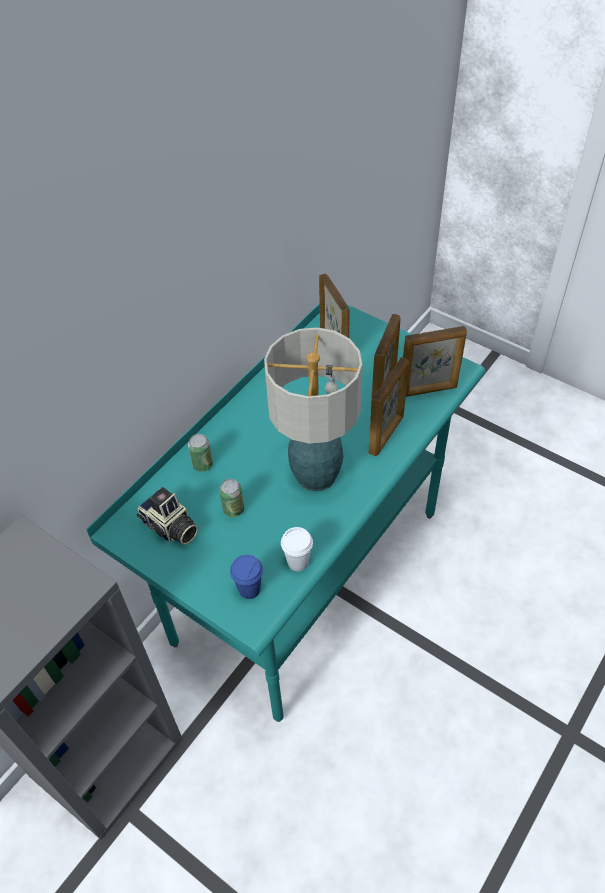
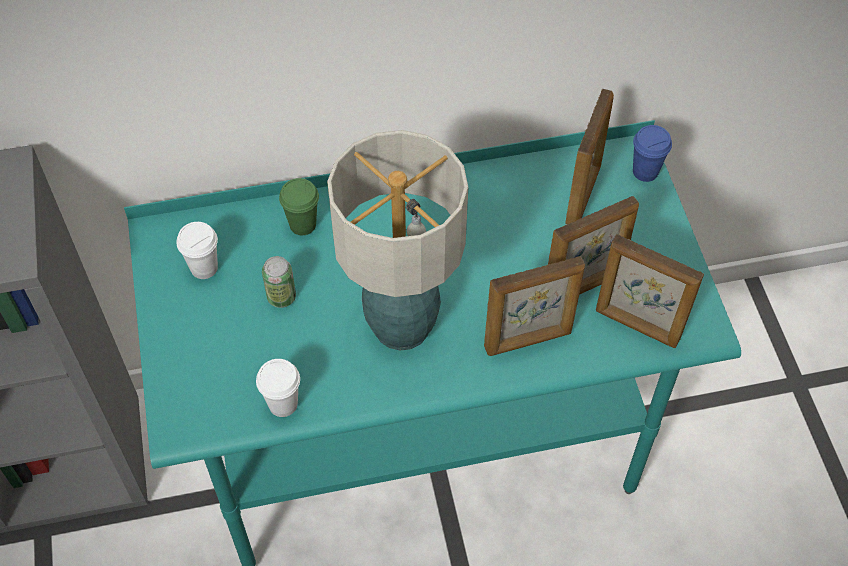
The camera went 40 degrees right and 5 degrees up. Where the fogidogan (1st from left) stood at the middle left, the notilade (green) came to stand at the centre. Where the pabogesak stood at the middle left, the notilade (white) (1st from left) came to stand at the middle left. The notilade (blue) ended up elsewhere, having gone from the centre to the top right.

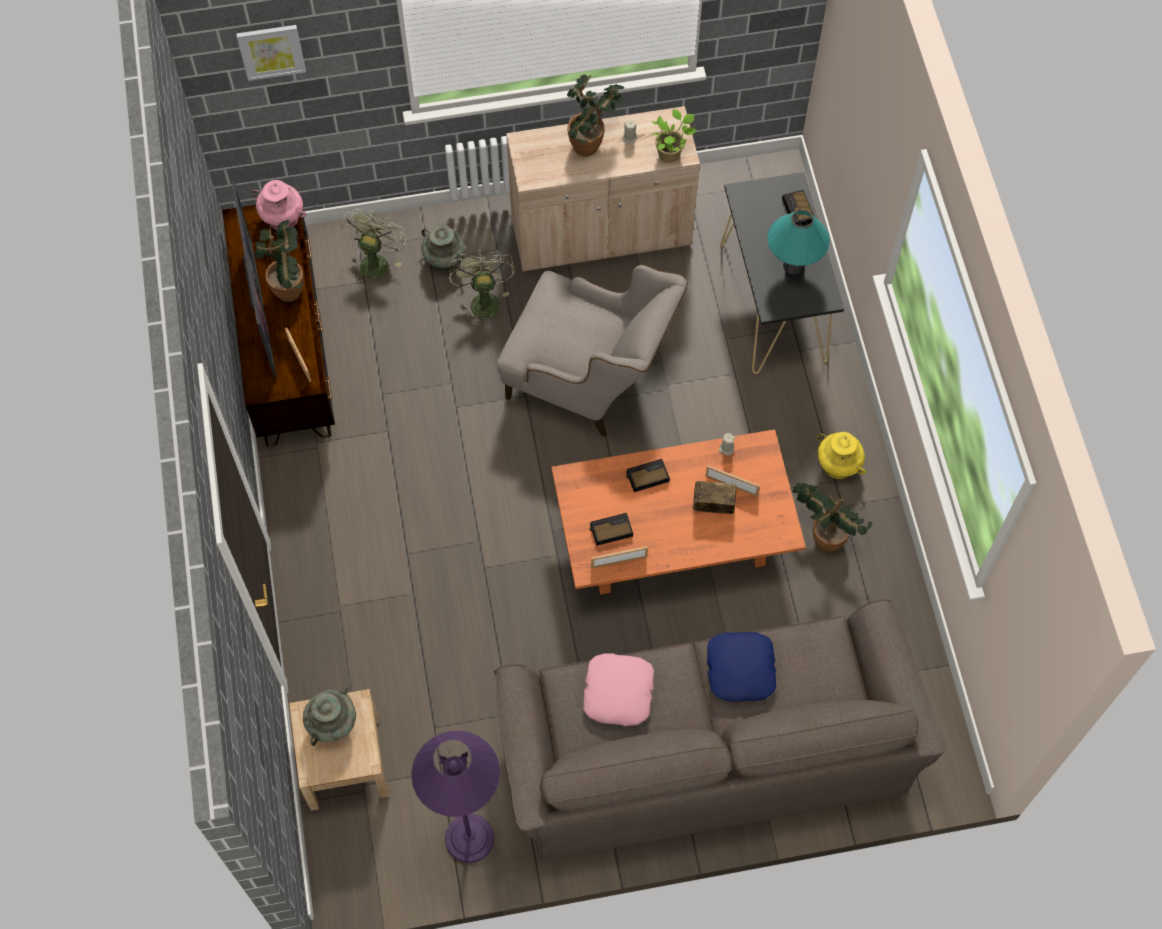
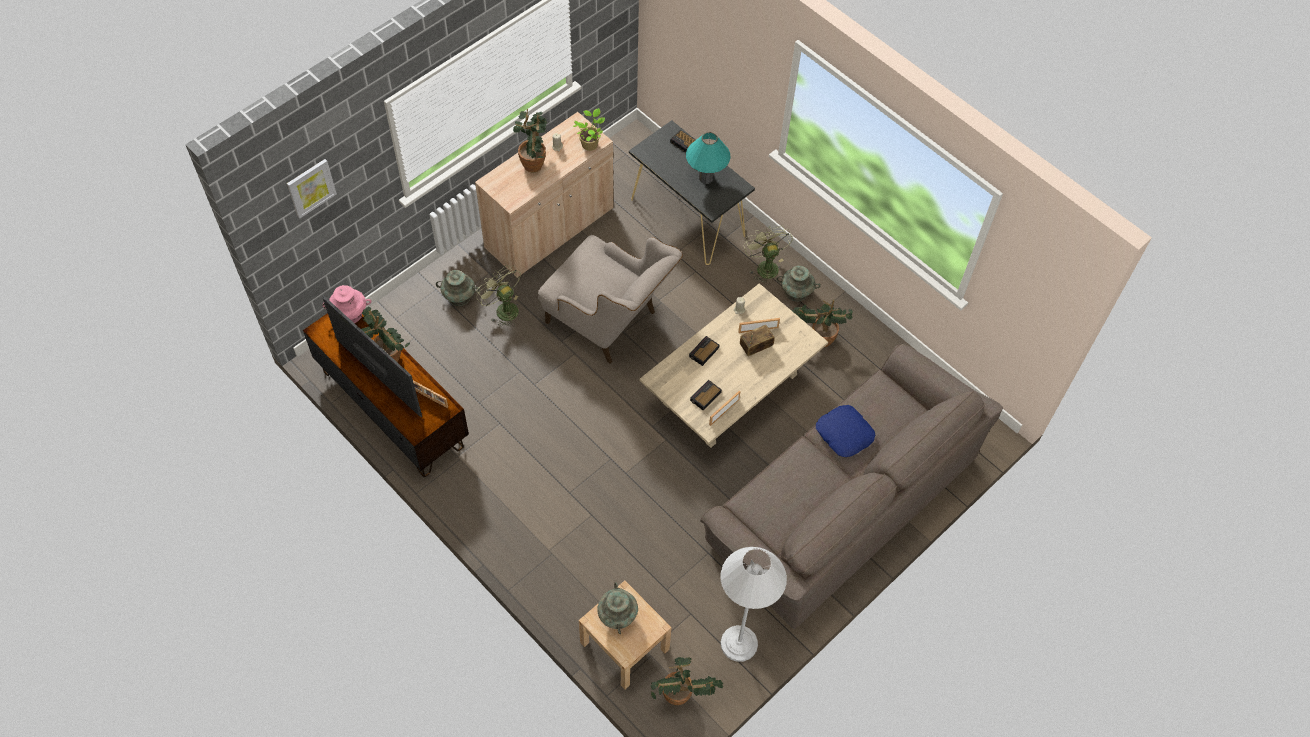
The camera went 35 degrees left and 5 degrees down. The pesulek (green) (1st from left in the first image) ended up elsewhere, having gone from the top left to the centre. The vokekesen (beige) at the centre ended up facing another way, 45 degrees clockwise from before. What was the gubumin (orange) at the centre turned into the gubumin (beige) at the centre. What was the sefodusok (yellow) at the middle right turned into the sefodusok (turquoise) (3rd from left) at the centre. The second view lost the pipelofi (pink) at the bottom centre. What was the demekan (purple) at the bottom centre turned into the demekan (white) at the bottom centre. The second view gained the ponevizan (4th from left) at the bottom centre.

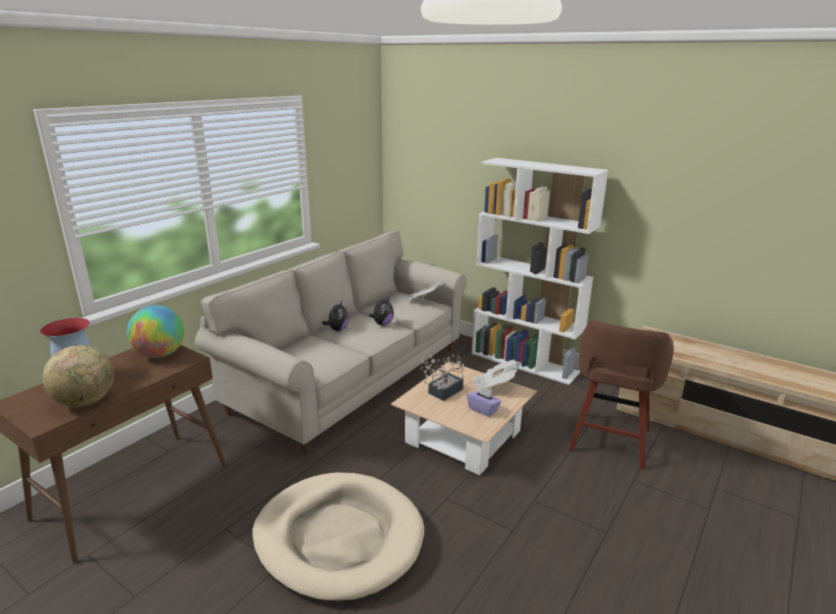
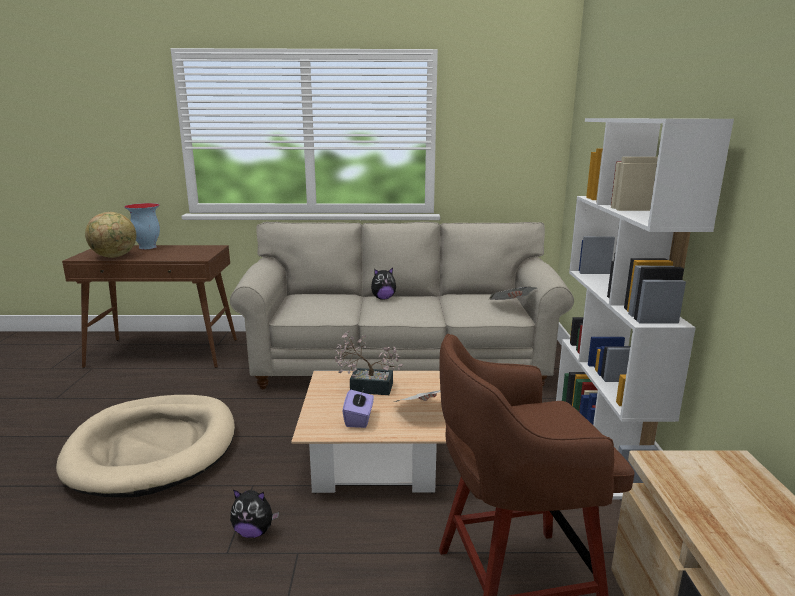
The camera went 55 degrees right and 5 degrees down. The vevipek (2nd from left in the first image) ended up elsewhere, having gone from the centre to the bottom left. The second view lost the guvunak (2nd from left) at the middle left.

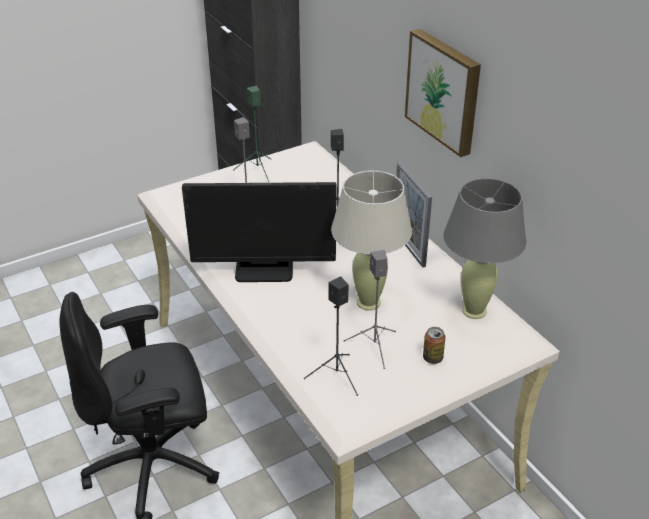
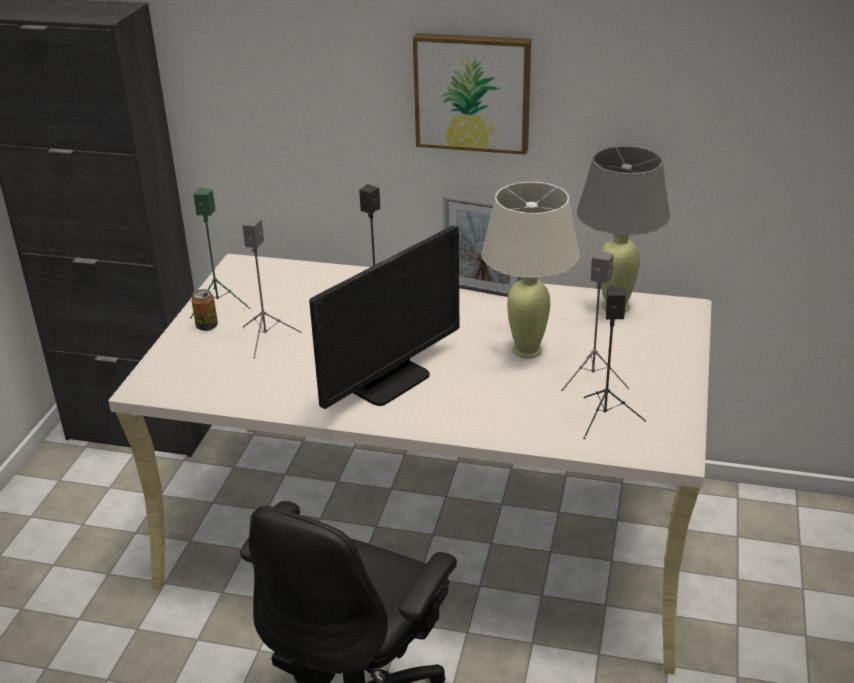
The camera went 45 degrees left and 5 degrees down. The fogidogan ended up elsewhere, having gone from the middle right to the middle left.

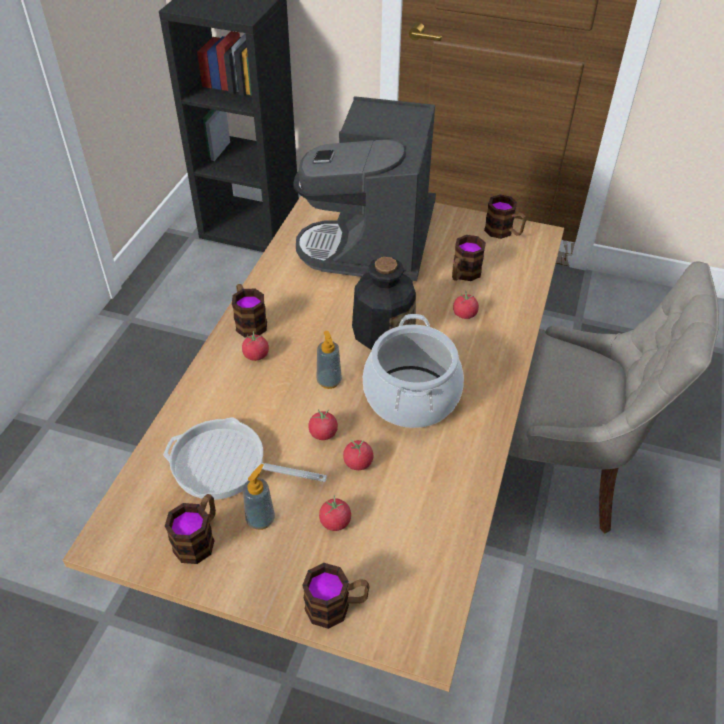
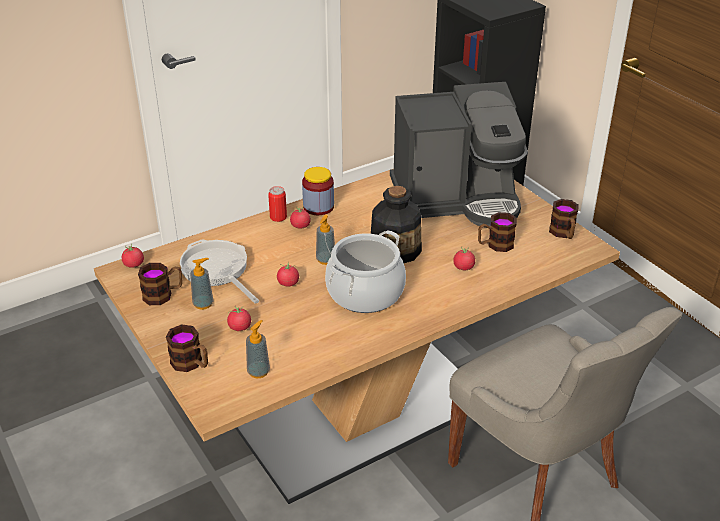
The camera went 40 degrees right and 10 degrees down. The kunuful at the top centre ended up facing another way, 150 degrees counterclockwise from before. Where the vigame (2nd from left) stood at the centre, the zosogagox came to stand at the centre. The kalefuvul (4th from left in the first image) ended up elsewhere, having gone from the centre to the middle left. The second view gained the fogidogan at the centre. The second view gained the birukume (2nd from left) at the bottom centre.

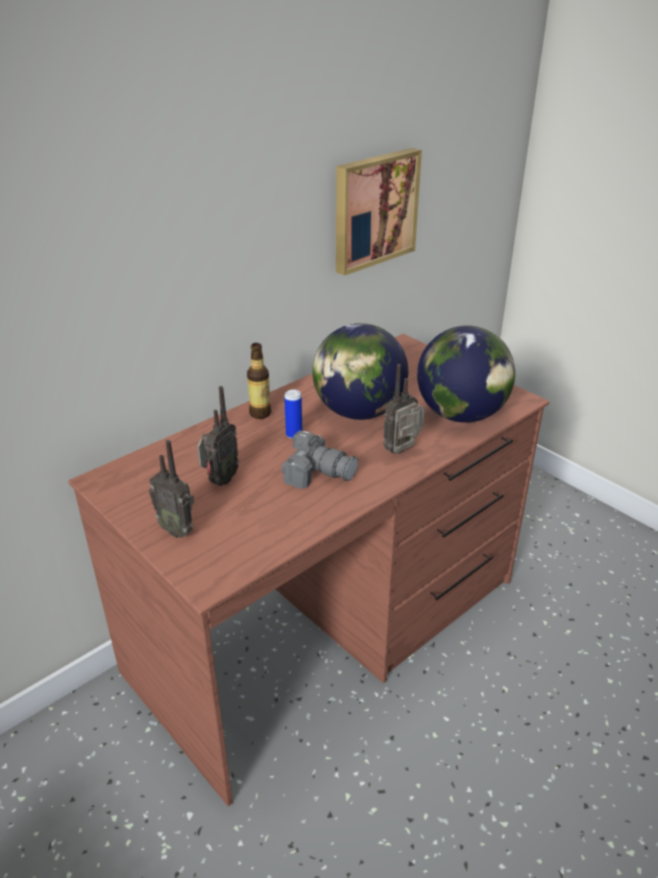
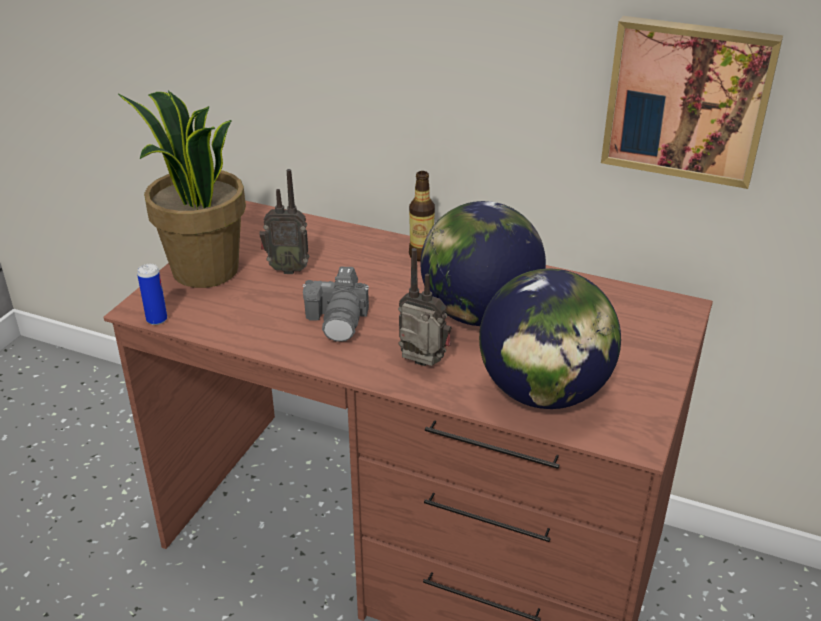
The camera went 65 degrees right and 0 degrees up. The fogidogan ended up elsewhere, having gone from the centre to the middle left. Where the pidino (1st from left) stood at the middle left, the ponevizan came to stand at the top left.

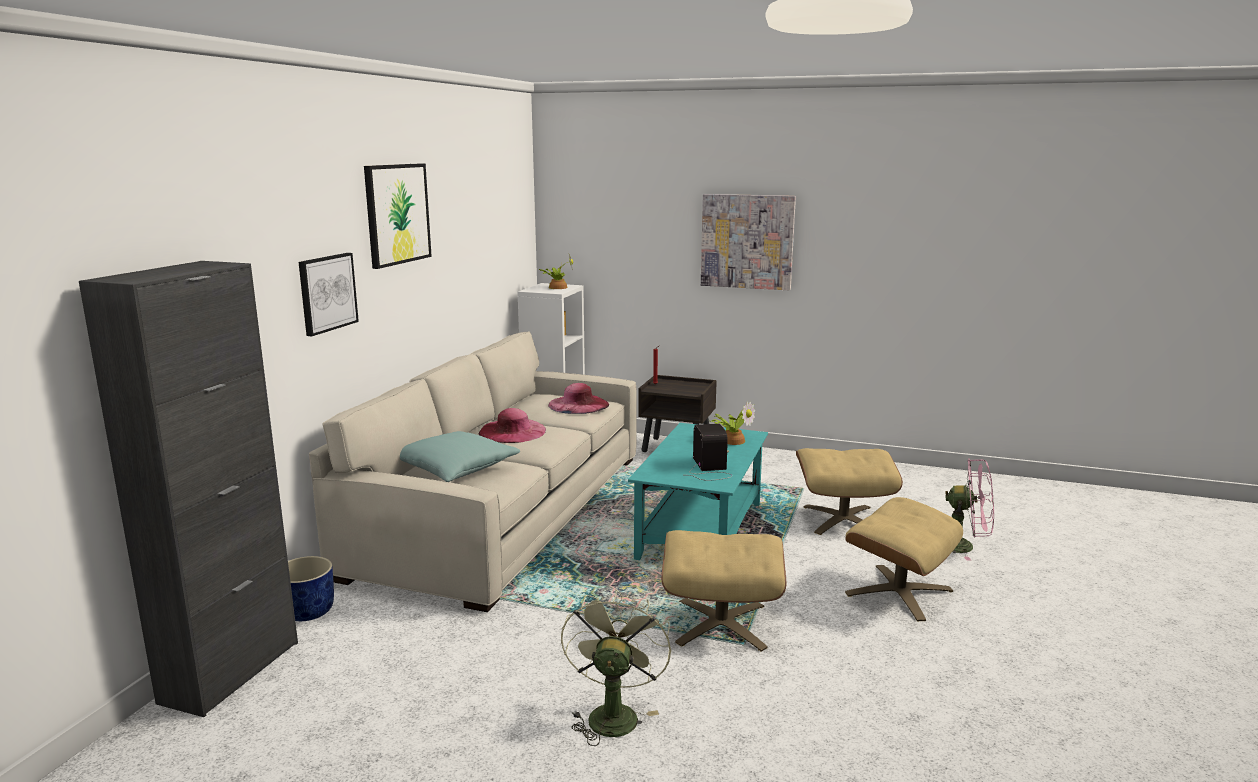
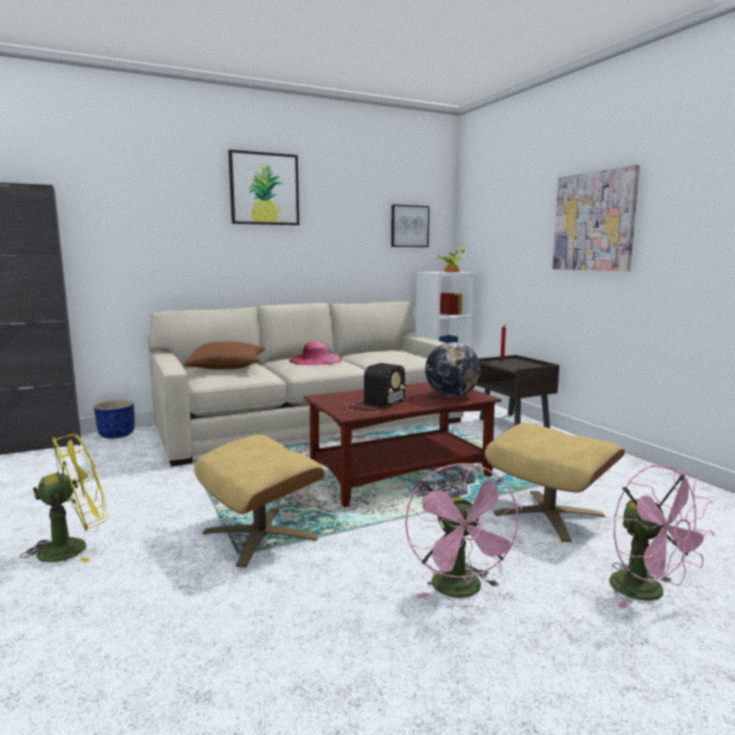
The camera went 45 degrees right and 5 degrees down. The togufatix (1st from left in the first image) ended up elsewhere, having gone from the middle left to the top centre. The second view lost the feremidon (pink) (2nd from left) at the centre. Where the ponevizan (2nd from left) stood at the centre, the guvunak came to stand at the centre. What was the gubumin (turquoise) at the centre turned into the gubumin (brown) at the centre. What was the pipelofi (turquoise) at the centre turned into the pipelofi (brown) at the middle left. Where the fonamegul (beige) (3rd from left) stood at the bottom right, the pesulek (pink) (1st from left) came to stand at the bottom centre. What was the pesulek (green) at the bottom centre turned into the pesulek (yellow) at the bottom left.

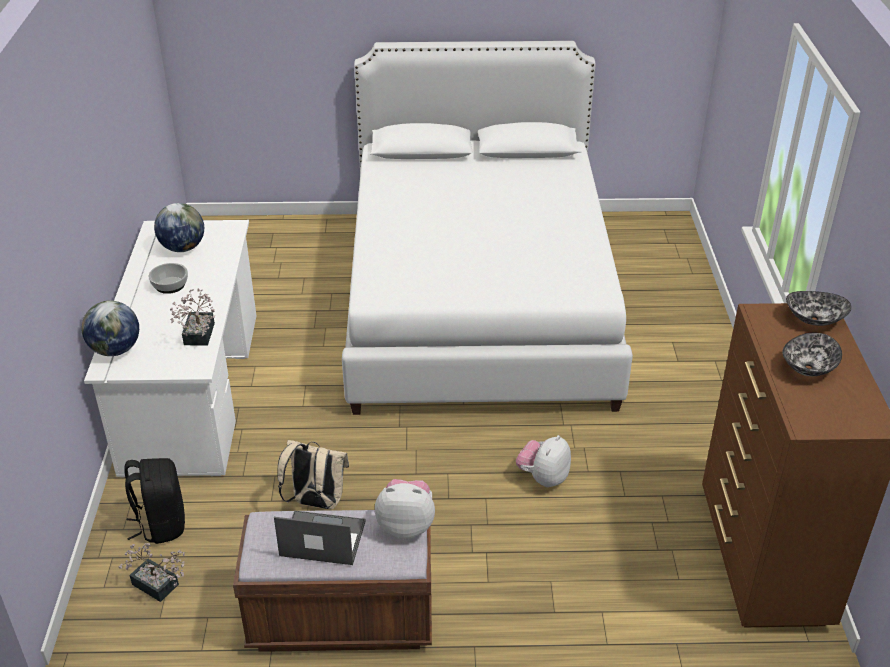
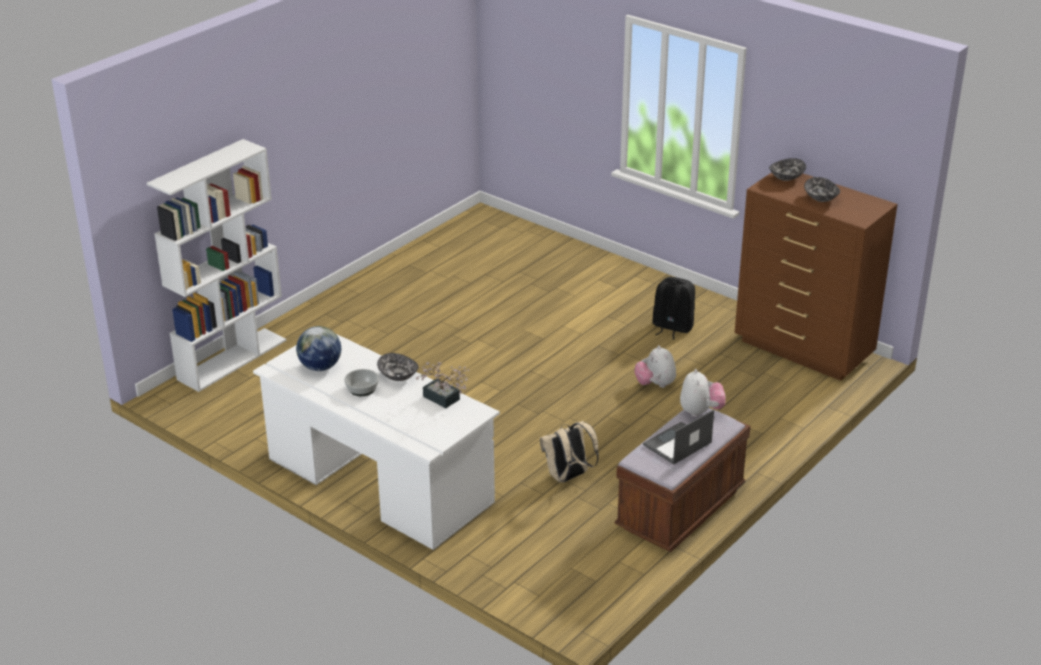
The camera went 50 degrees left and 5 degrees down. The second view lost the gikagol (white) at the centre. The second view lost the guvunak (1st from left) at the middle left. The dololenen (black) ended up elsewhere, having gone from the bottom left to the centre. The vevipek (1st from left in the first image) at the bottom centre ended up facing another way, 135 degrees clockwise from before. The second view lost the ponevizan (1st from left) at the bottom left. The second view gained the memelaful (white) at the middle left. The second view gained the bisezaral (2nd from left) at the centre.

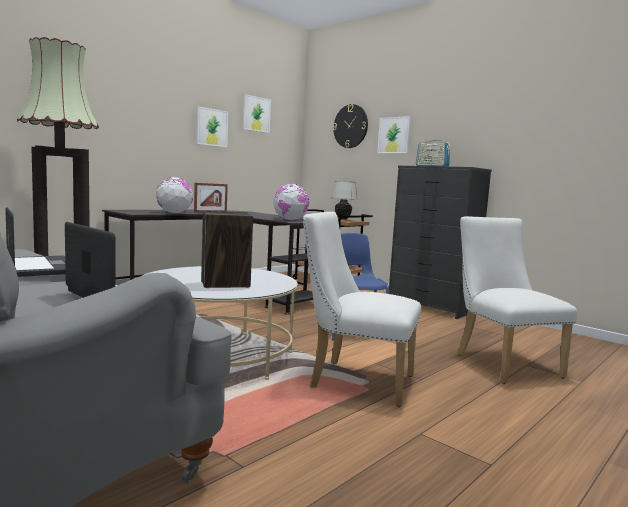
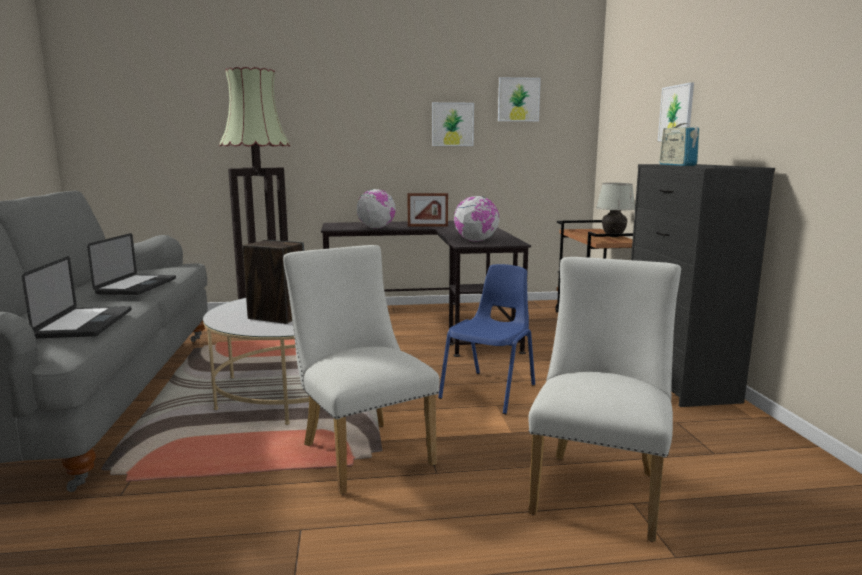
The camera went 40 degrees right and 5 degrees up. The second view lost the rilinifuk at the top centre.

